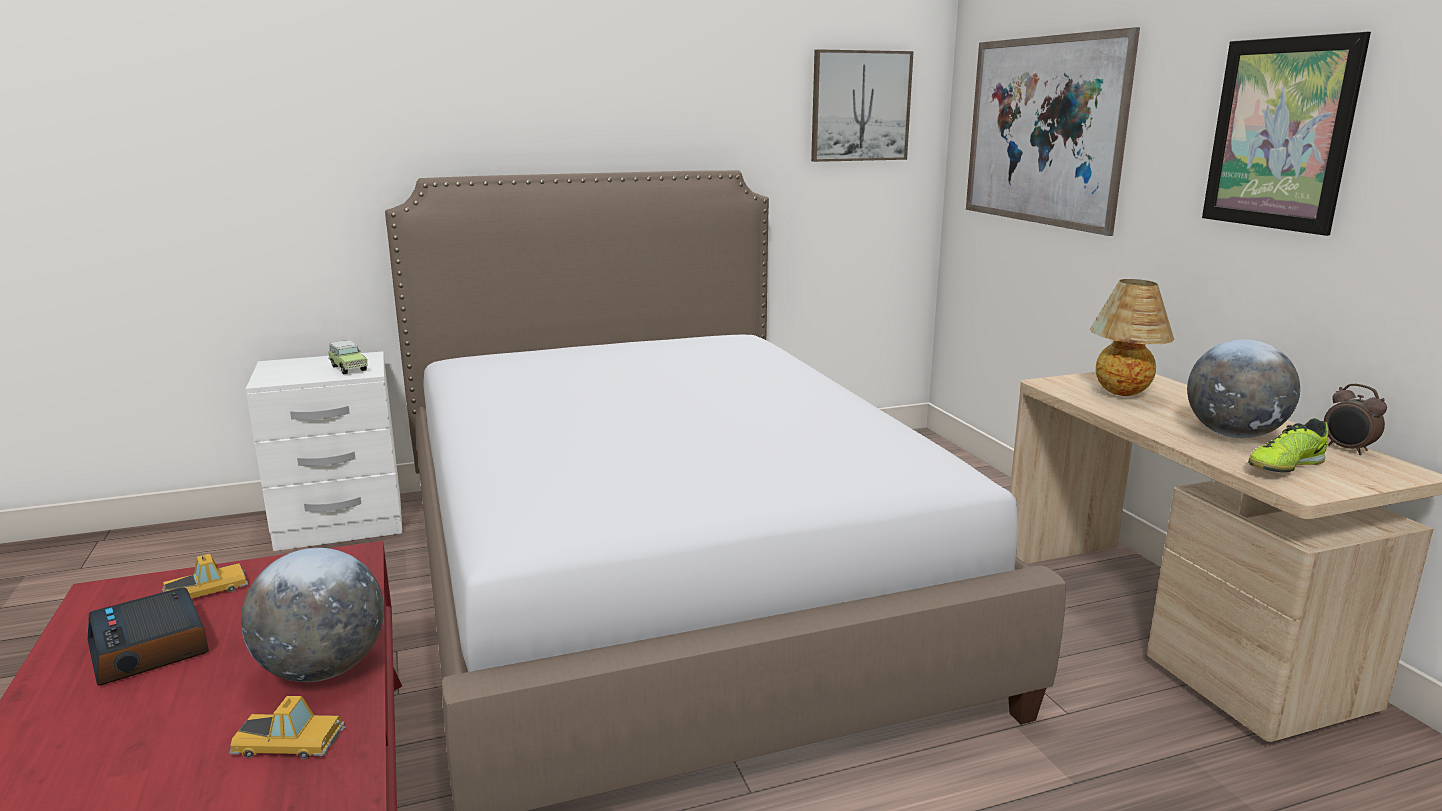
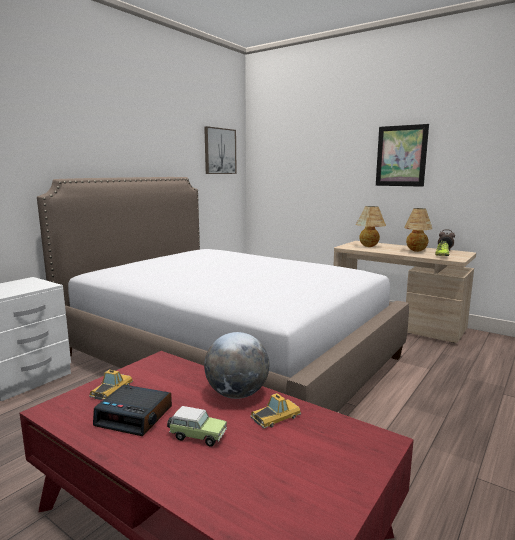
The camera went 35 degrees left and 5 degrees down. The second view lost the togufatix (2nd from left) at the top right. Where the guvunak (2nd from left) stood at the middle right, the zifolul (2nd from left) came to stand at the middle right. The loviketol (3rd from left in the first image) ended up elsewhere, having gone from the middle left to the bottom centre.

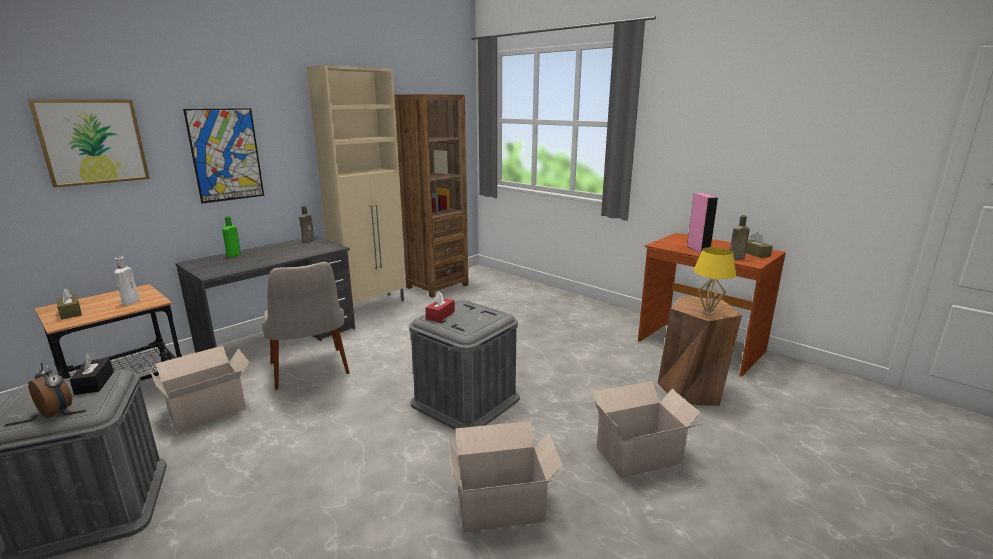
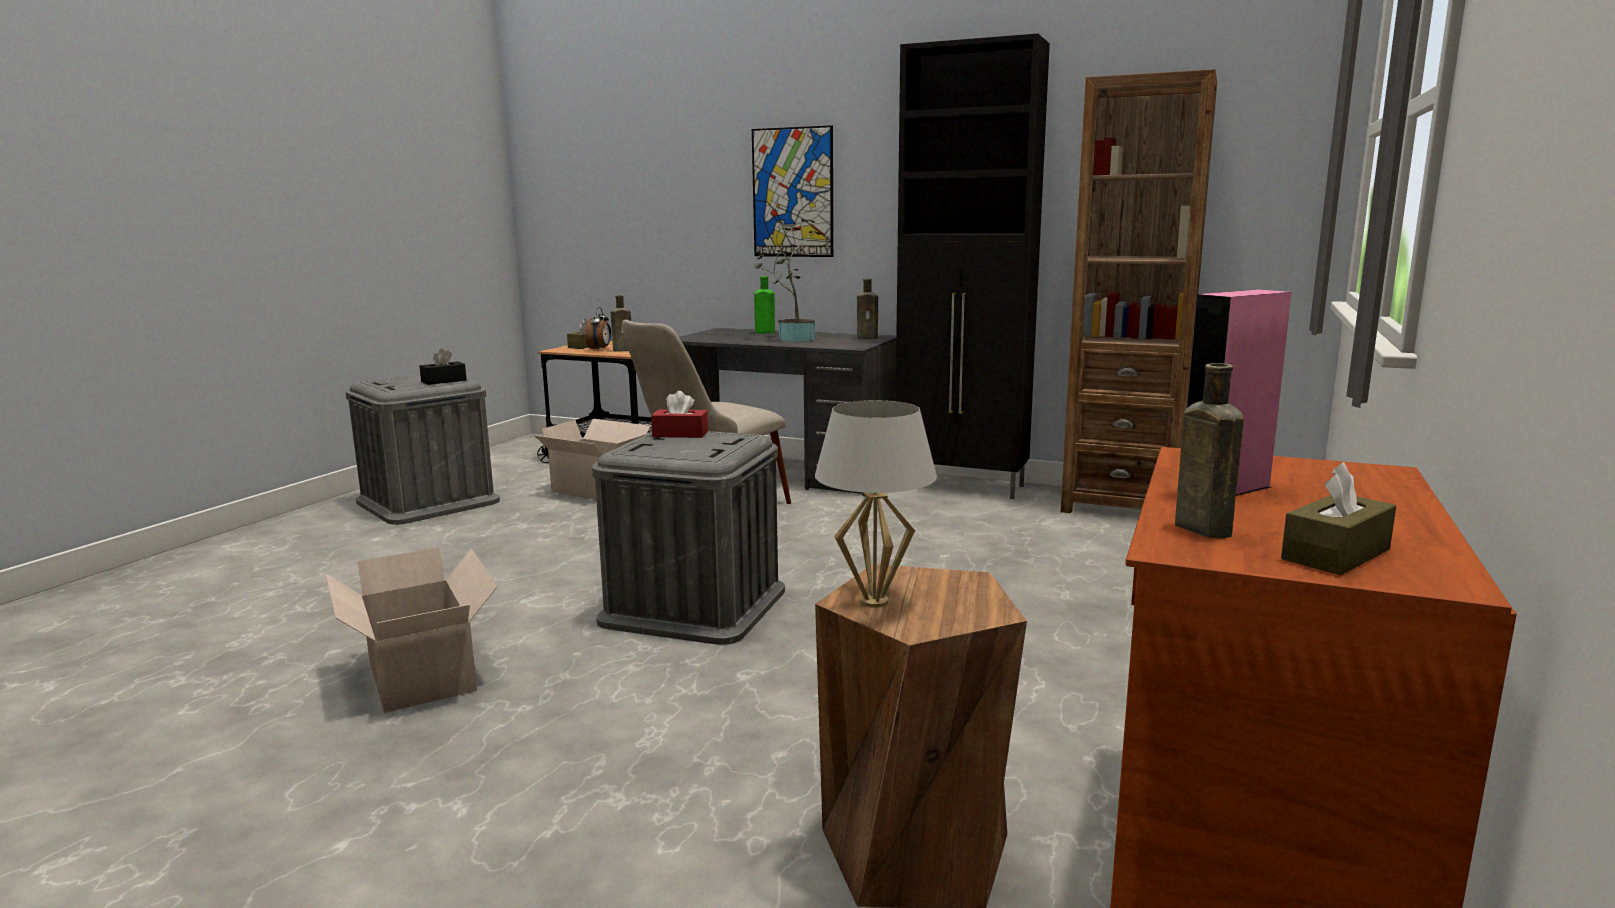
The camera went 70 degrees right and 5 degrees down. What was the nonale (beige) at the top centre turned into the nonale (black) at the top centre. The second view lost the togufatix (1st from left) at the top left. What was the zifolul (yellow) at the middle right turned into the zifolul (white) at the centre. What was the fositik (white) at the middle left turned into the fositik (brown) (1st from left) at the centre. The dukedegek ended up elsewhere, having gone from the bottom left to the centre. The second view lost the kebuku (3rd from left) at the bottom centre. The second view gained the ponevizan at the top centre.

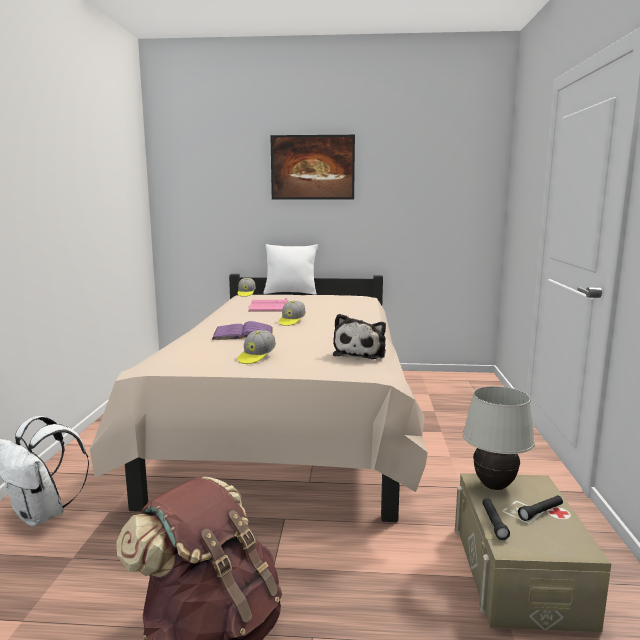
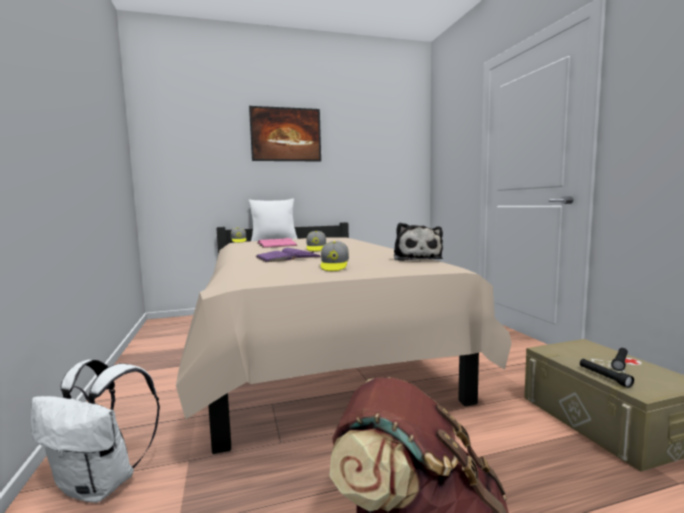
The camera went 20 degrees left and 5 degrees down. The second view lost the zifolul (white) at the bottom right.

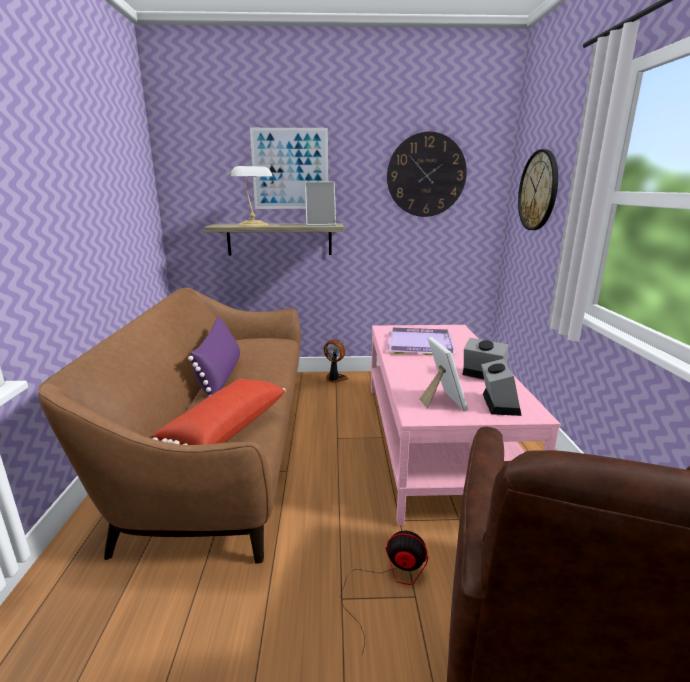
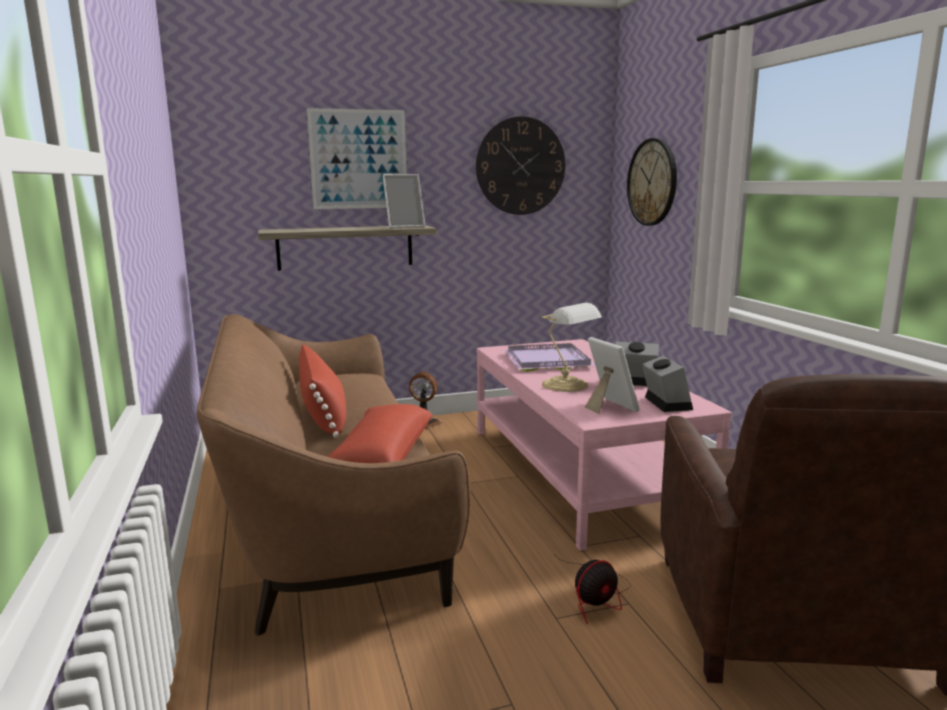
The camera went 15 degrees left and 5 degrees down. The zifolul ended up elsewhere, having gone from the top centre to the centre. What was the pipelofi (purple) at the middle left turned into the pipelofi (red) (1st from left) at the centre. The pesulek (2nd from left) at the bottom centre ended up facing another way, 150 degrees clockwise from before.

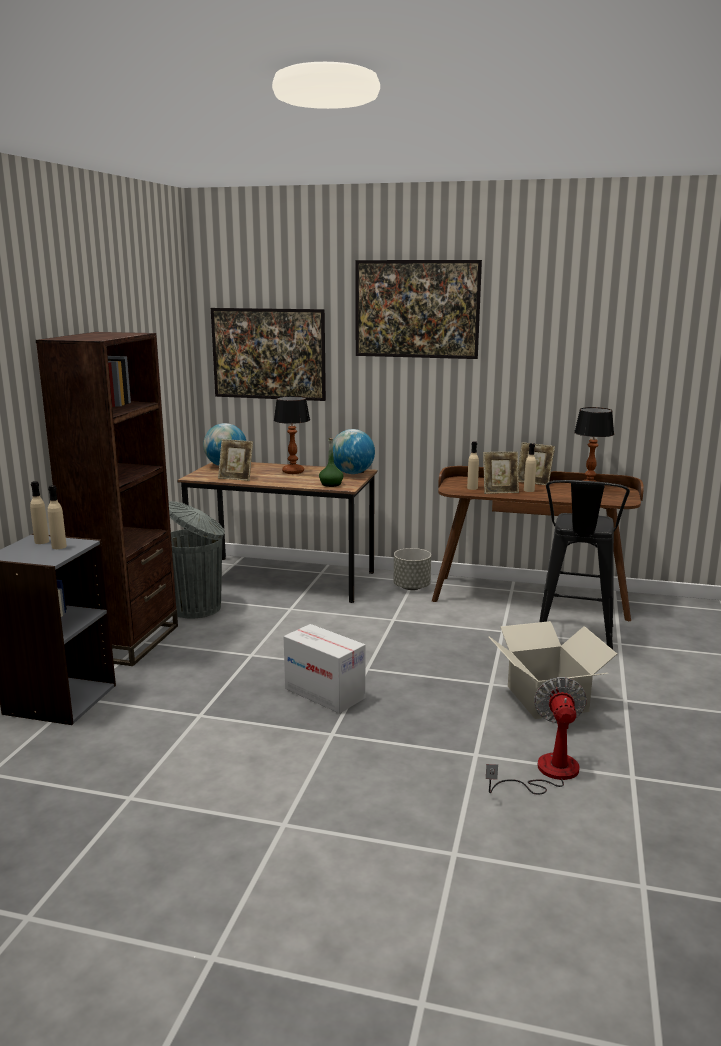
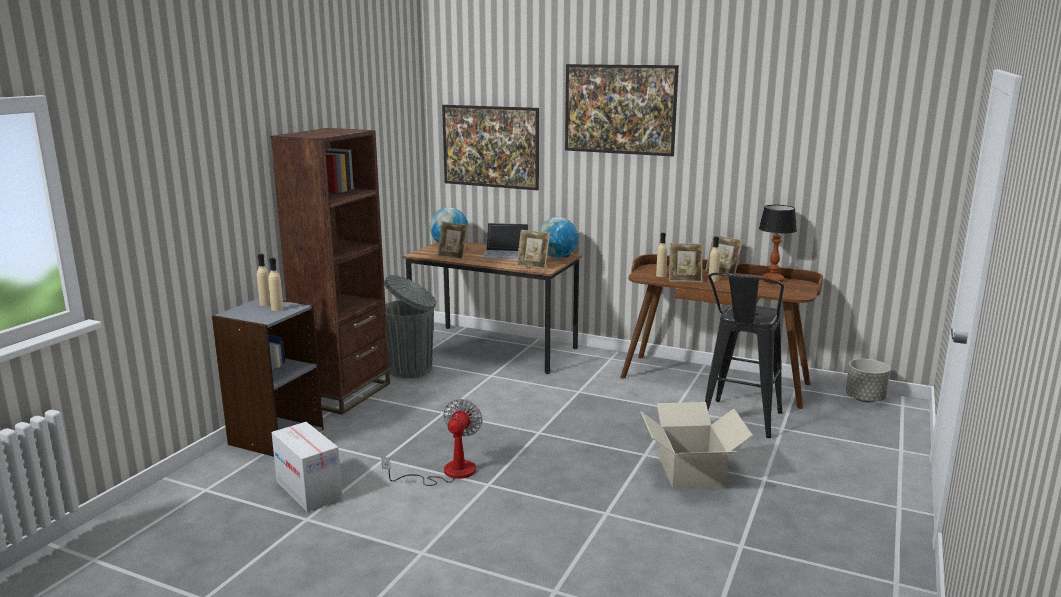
The camera went 10 degrees right and 0 degrees up. Where the zifolul (1st from left) stood at the centre, the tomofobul came to stand at the centre. Where the fositik (green) stood at the centre, the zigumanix (2nd from left) came to stand at the centre. The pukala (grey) ended up elsewhere, having gone from the centre to the middle right. The kebuku (1st from left) ended up elsewhere, having gone from the centre to the bottom left. The pesulek ended up elsewhere, having gone from the bottom right to the bottom centre.

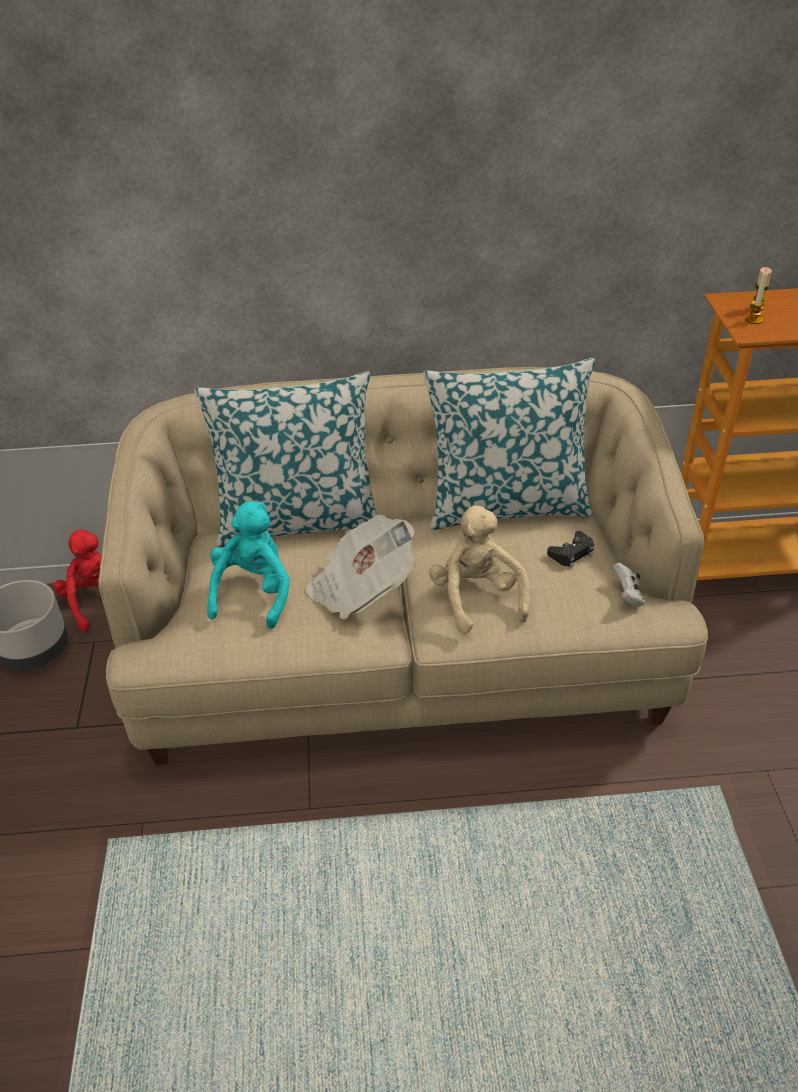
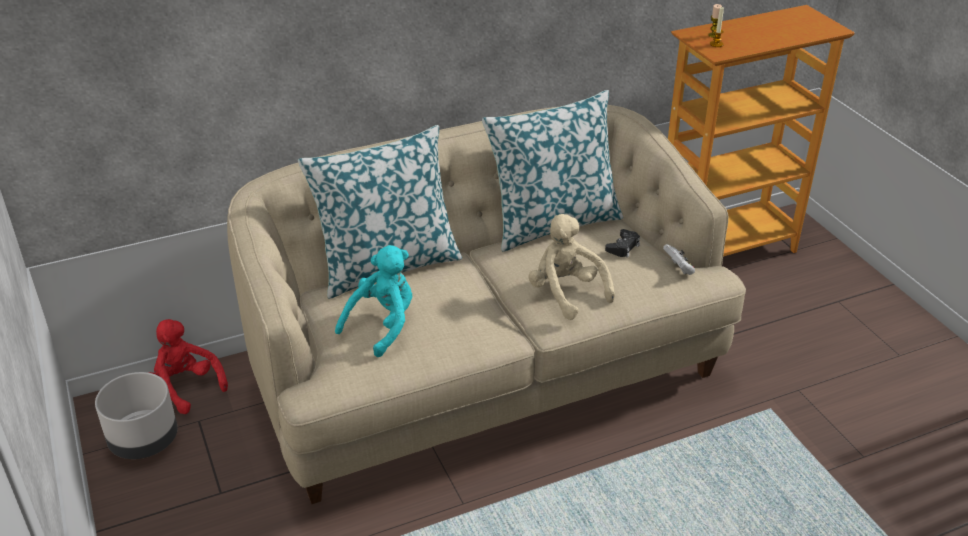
The camera went 20 degrees left and 5 degrees down. The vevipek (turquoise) at the middle left ended up facing another way, 45 degrees clockwise from before. The second view lost the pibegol at the centre.

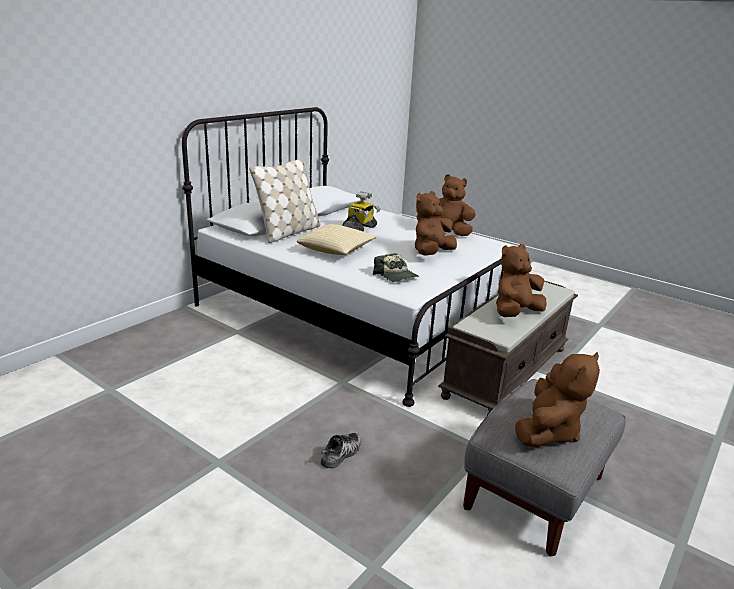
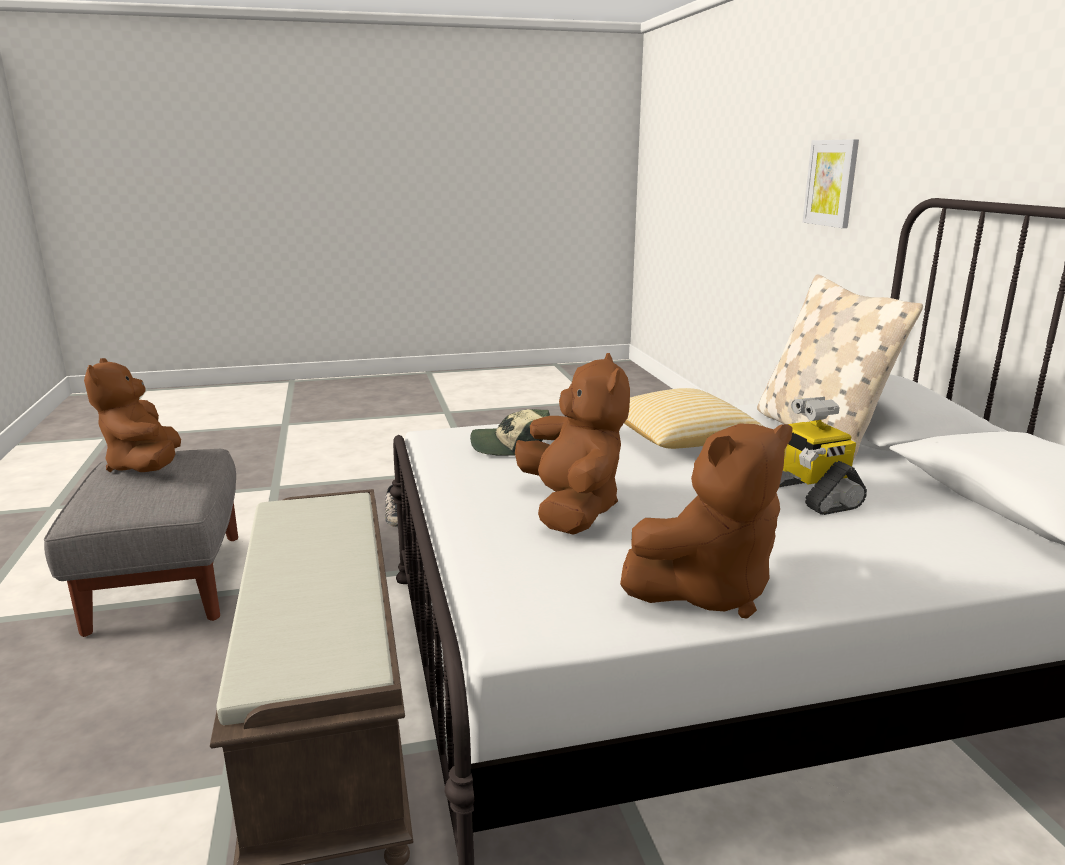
The camera went 130 degrees right and 5 degrees down. The second view lost the vevipek (brown) (3rd from left) at the middle right. The second view gained the togufatix at the top right.

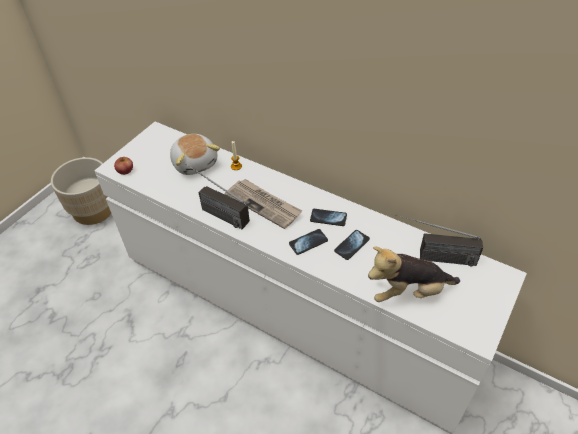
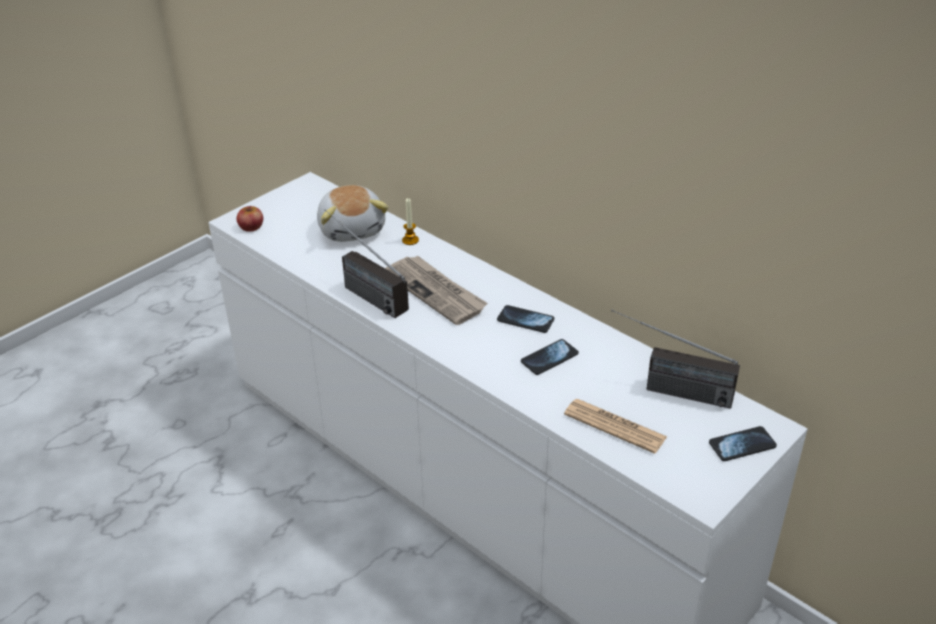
The camera went 10 degrees right and 10 degrees down. The second view lost the pukala (beige) at the middle left. The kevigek (1st from left in the first image) ended up elsewhere, having gone from the centre to the bottom right. Where the vevipek (2nd from left) stood at the middle right, the pibegol (2nd from left) came to stand at the bottom centre.

